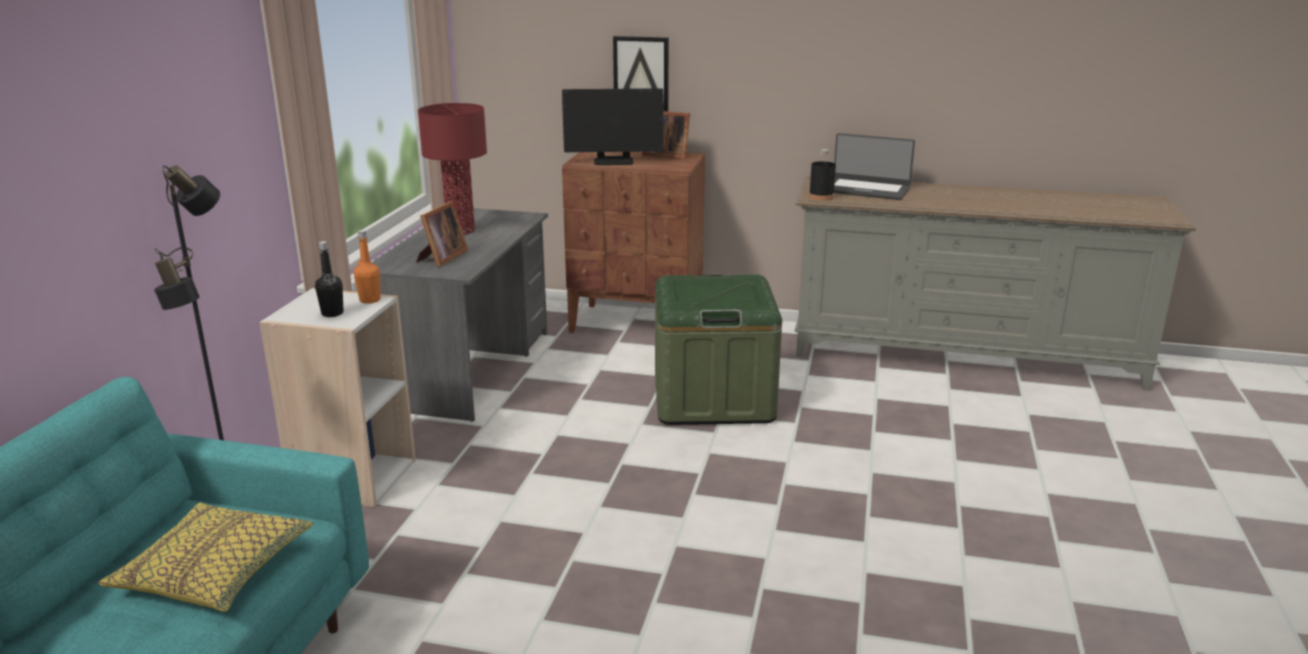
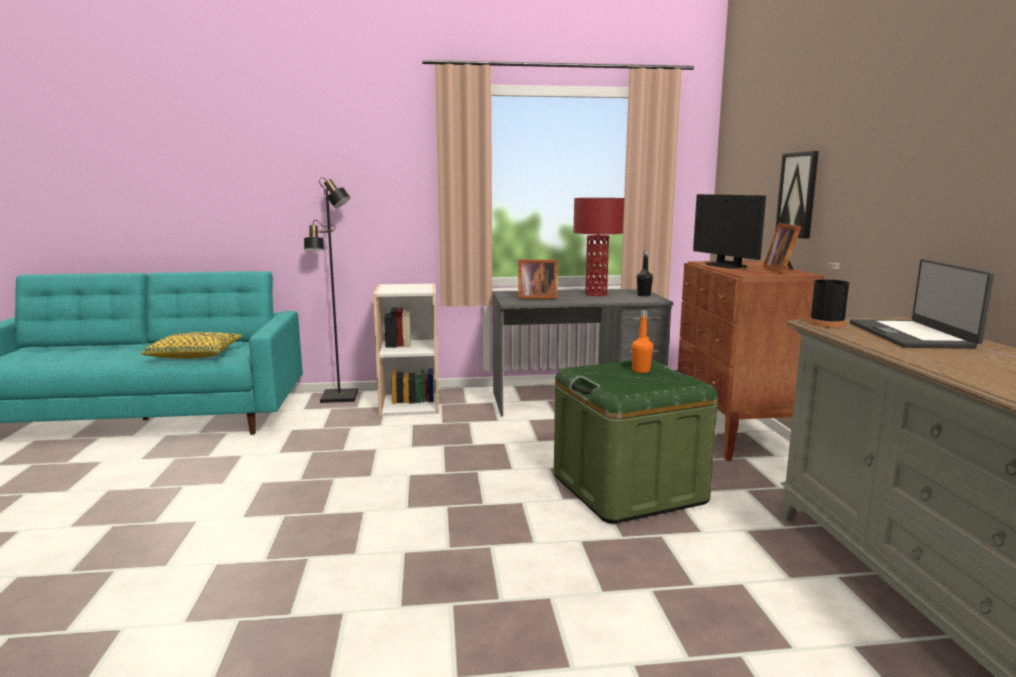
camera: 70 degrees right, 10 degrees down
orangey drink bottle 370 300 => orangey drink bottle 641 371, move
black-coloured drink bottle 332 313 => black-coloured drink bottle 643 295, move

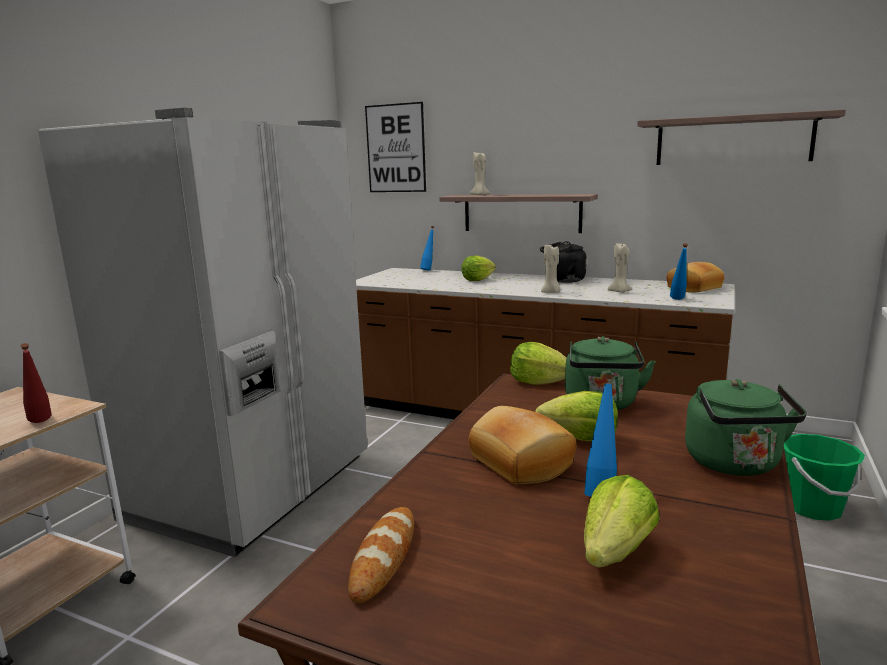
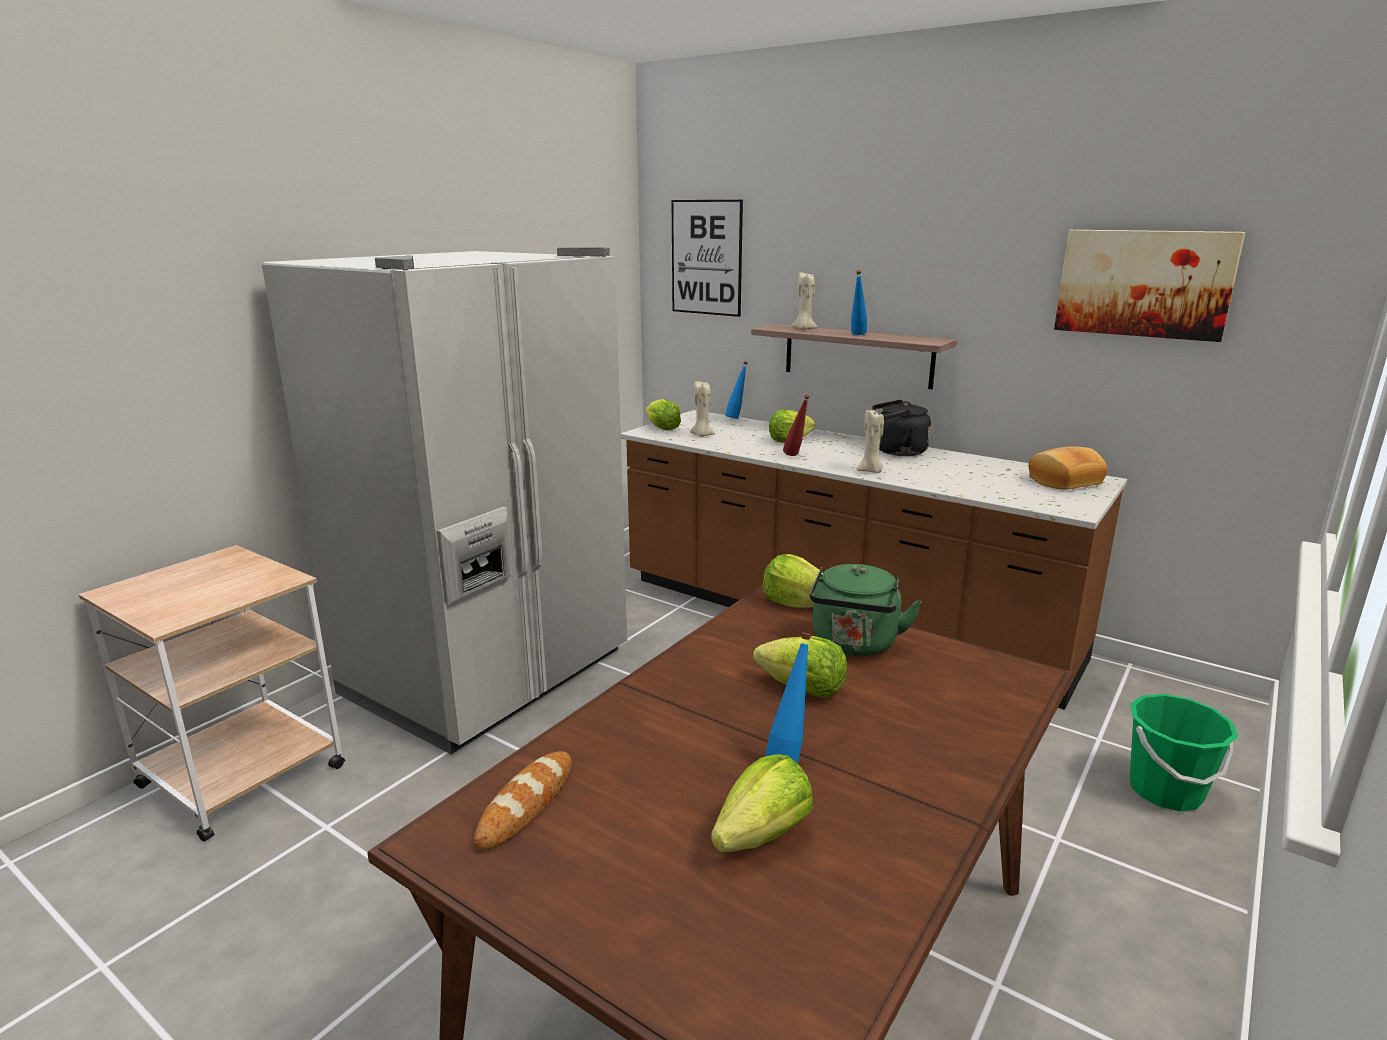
camera: 10 degrees right, 5 degrees up
nothing => head of lettuce 661 428
sand-coloured wax candle 619 292 => sand-coloured wax candle 702 435, move
reddish drink bottle 41 423 => reddish drink bottle 795 456, move
blue drink bottle 678 300 => blue drink bottle 857 335, move
wall shelf 733 140 => wall picture 1144 283
baked bread 519 463 => nothing
green-coloured kettle 735 464 => nothing

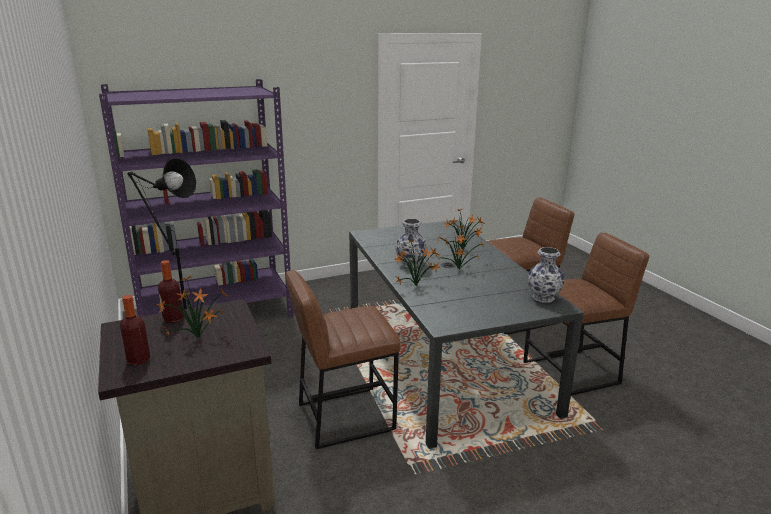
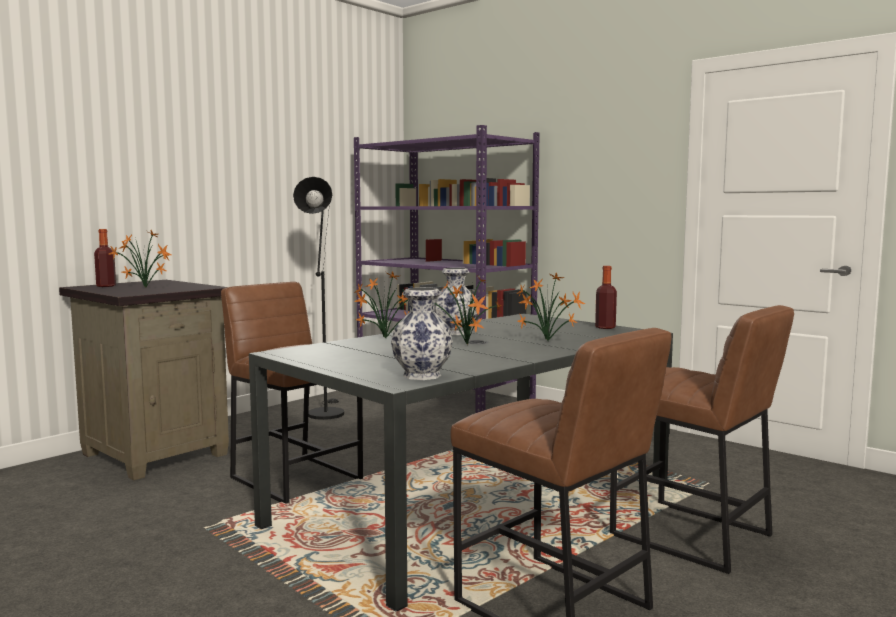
camera: 65 degrees right, 15 degrees down
drink bottle 173 318 => drink bottle 605 327, move

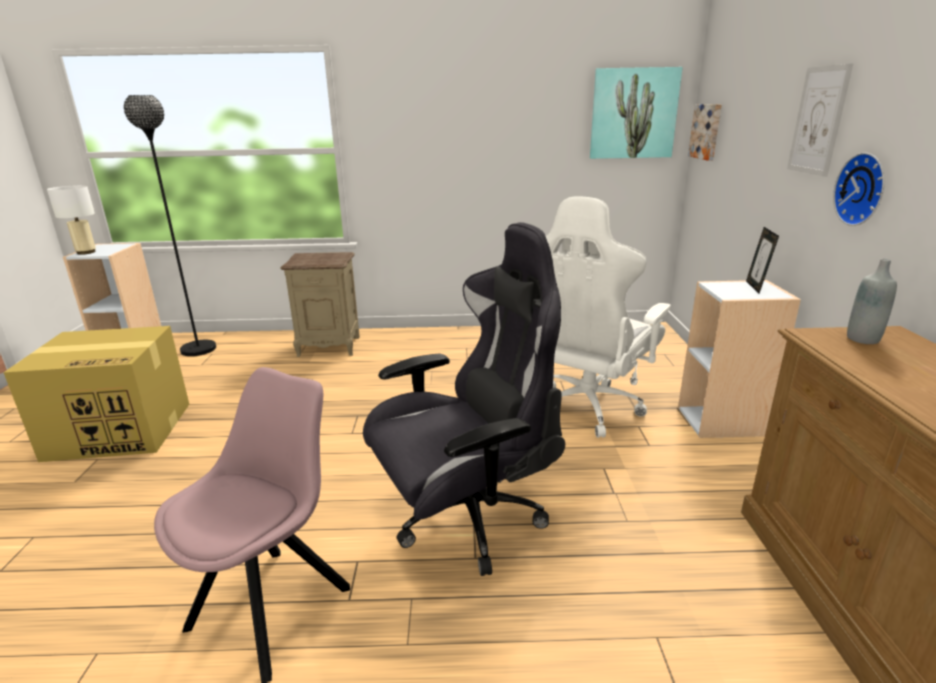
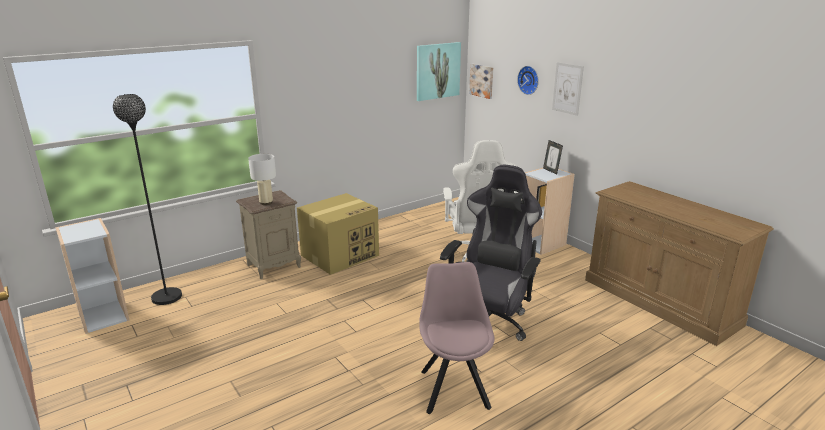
camera: 35 degrees left, 0 degrees up
whitish table lamp 86 252 => whitish table lamp 266 203, move
carton 122 430 => carton 340 255, move
hanging clock 863 189 => hanging clock 529 80, move
gray drink bottle 862 339 => nothing

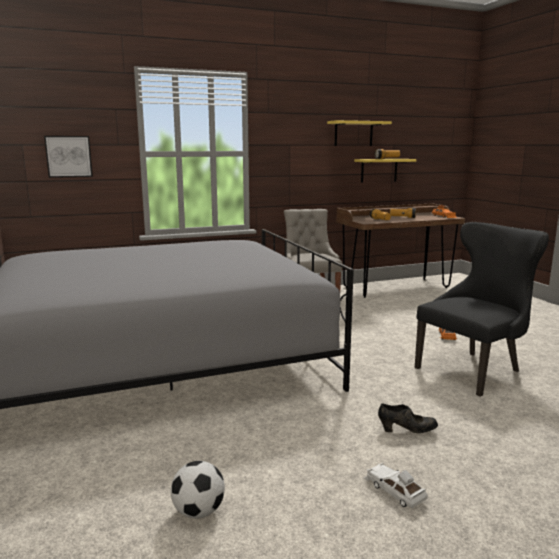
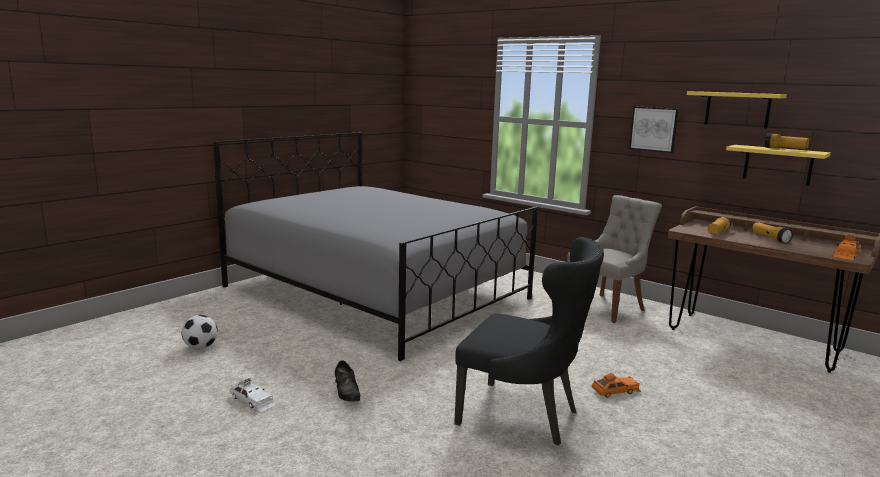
camera: 60 degrees right, 0 degrees up
whitish toy car 394 490 => whitish toy car 252 400, 105 degrees clockwise
wall picture 69 156 => wall picture 654 129, move

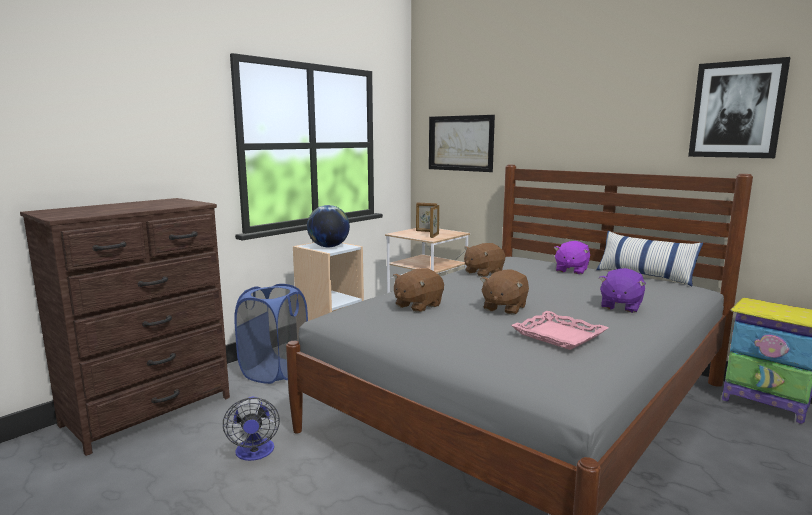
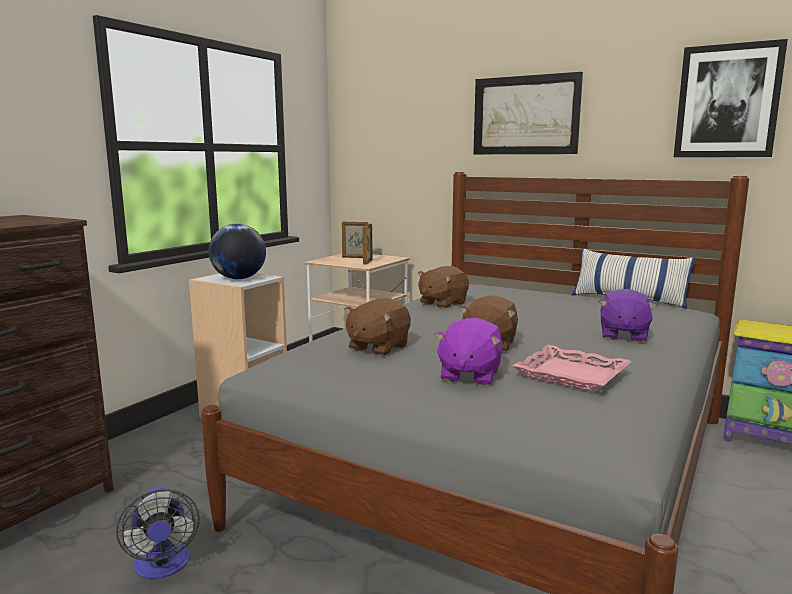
camera: 10 degrees left, 0 degrees up
purple-coloured plush toy 571 270 => purple-coloured plush toy 469 375, move
wall picture 460 143 => wall picture 525 115, move
blue hamper 275 371 => nothing

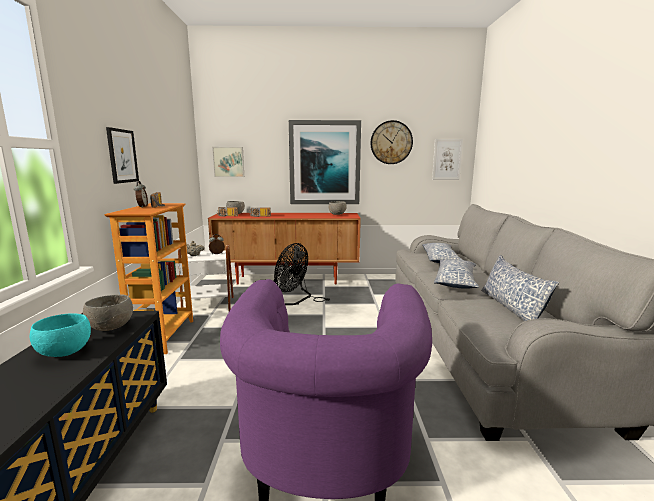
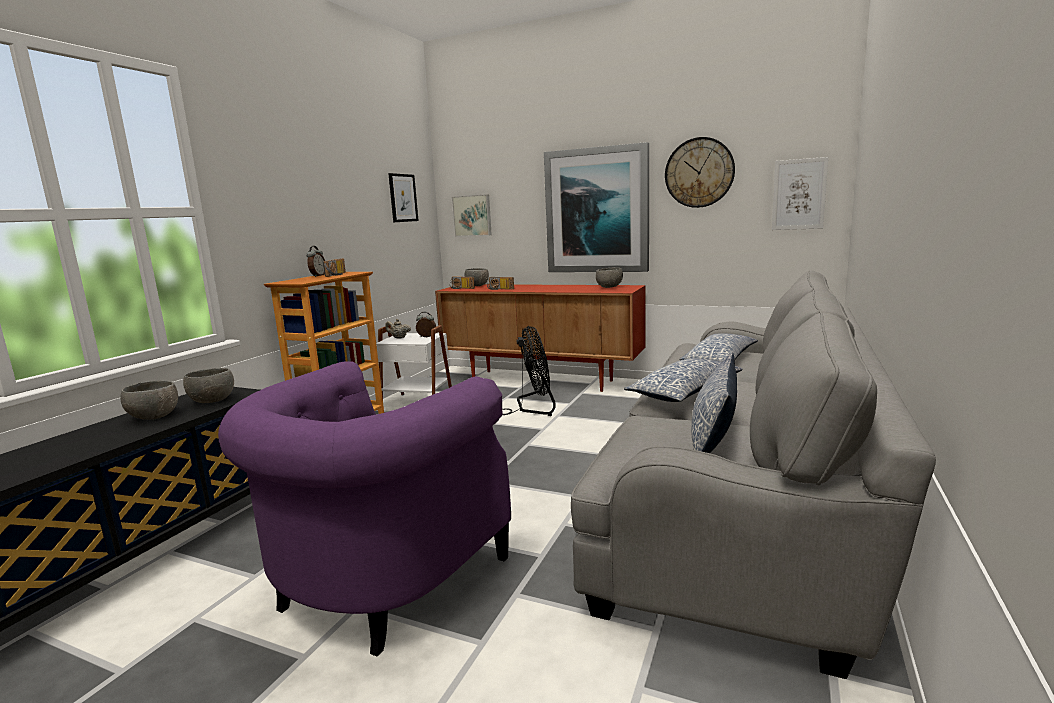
camera: 25 degrees right, 0 degrees up
turquoise serving bowl 65 353 => gray serving bowl 154 417
wall picture 122 156 => wall picture 403 198, move
black-coloured cooling fan 298 298 => black-coloured cooling fan 530 405, 120 degrees clockwise

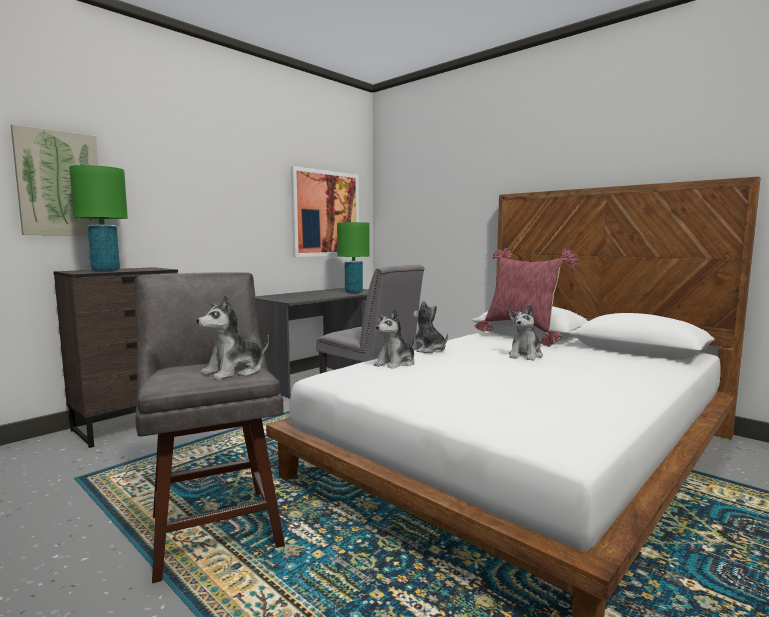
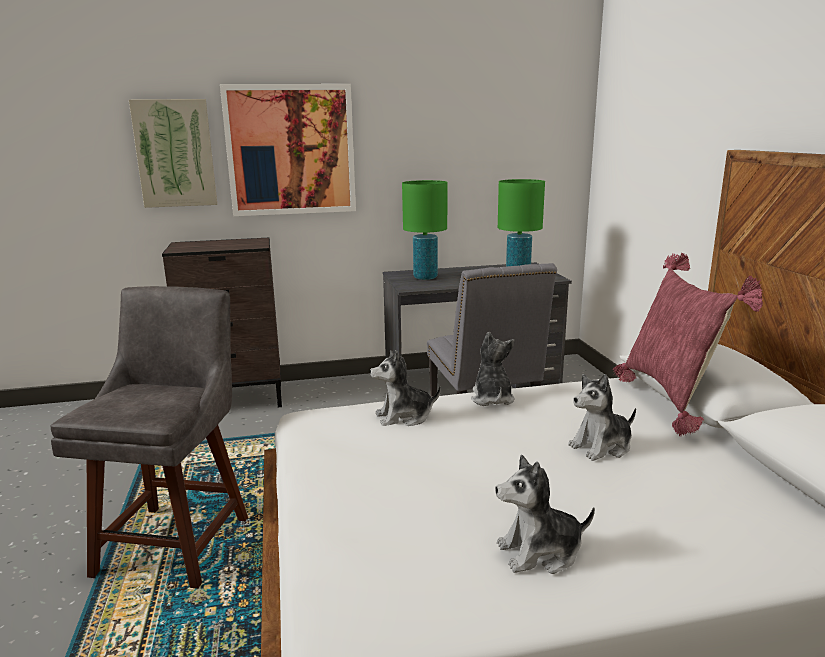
camera: 35 degrees right, 10 degrees up
wall picture 325 214 => wall picture 291 150, move
green-coloured table lamp 106 270 => green-coloured table lamp 425 277, move
plush toy 235 372 => plush toy 540 552, move

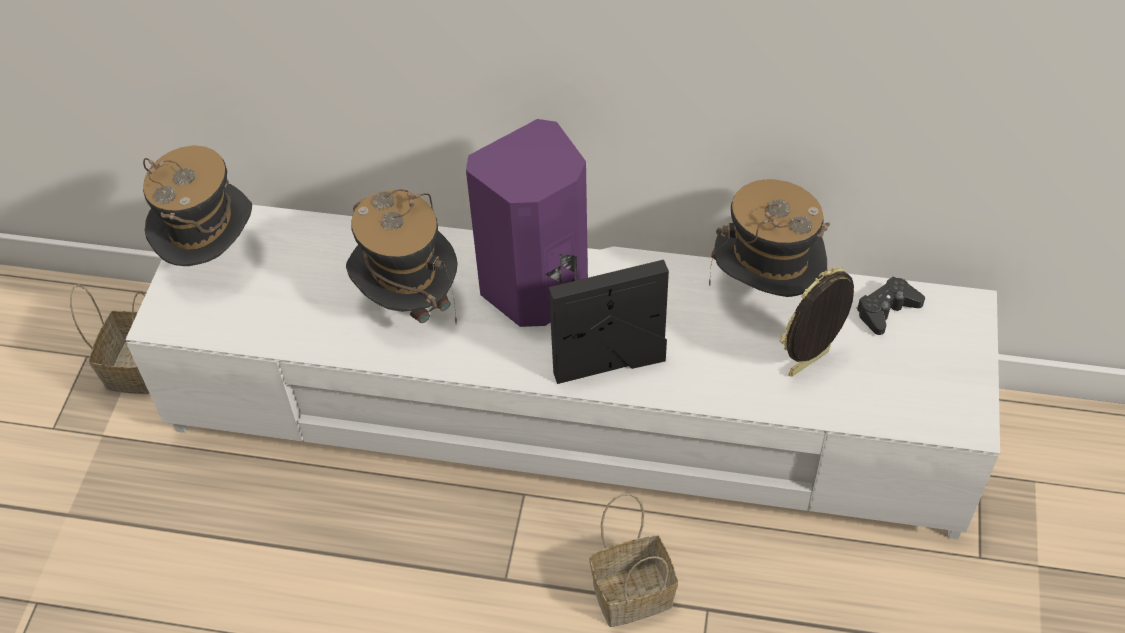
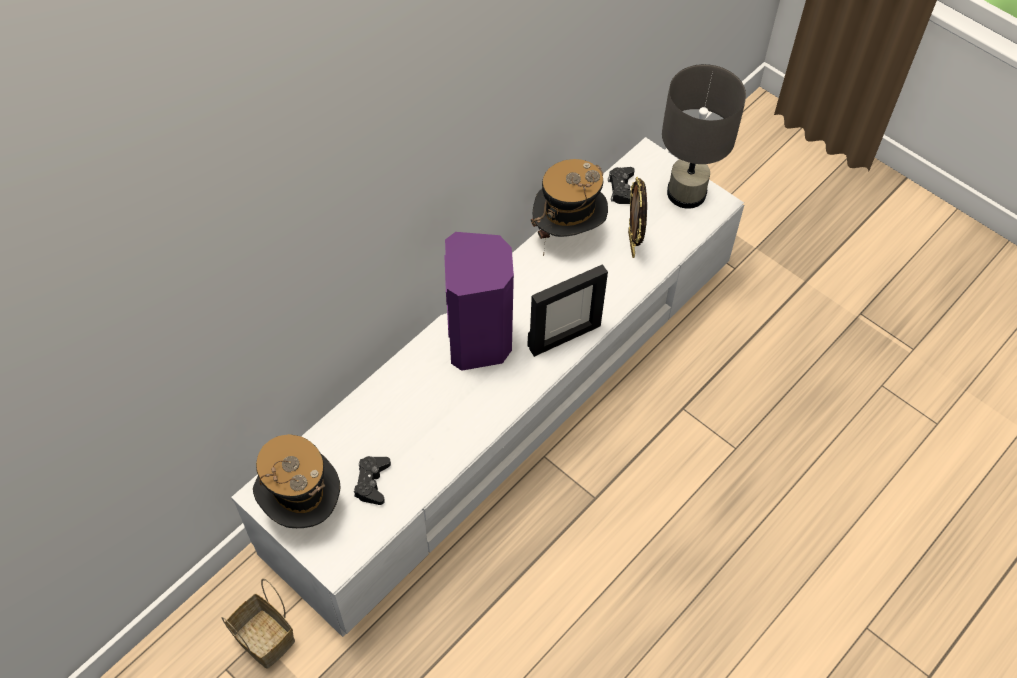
camera: 60 degrees left, 5 degrees up
nothing => black-coloured joypad 372 482
standing frame 609 367 => standing frame 564 336, 135 degrees counterclockwise
nothing => gray table lamp 686 192
clothing hat 409 303 => nothing
household basket 634 592 => nothing

